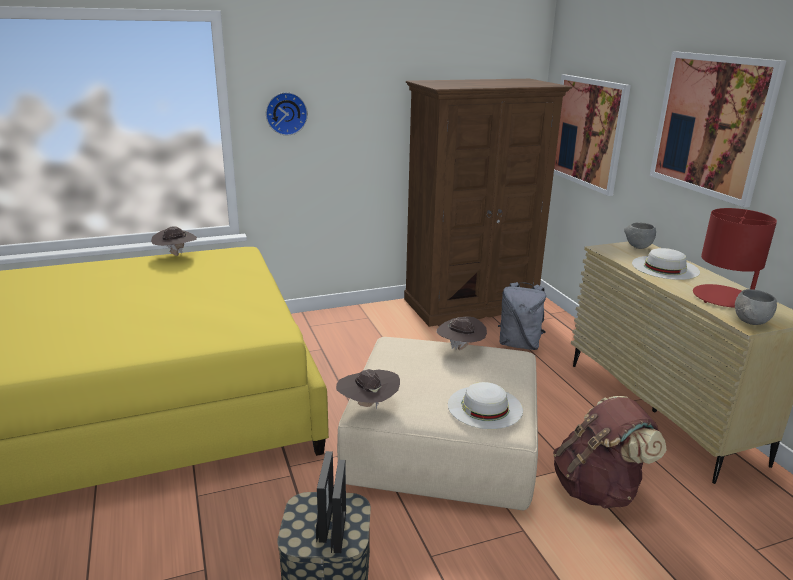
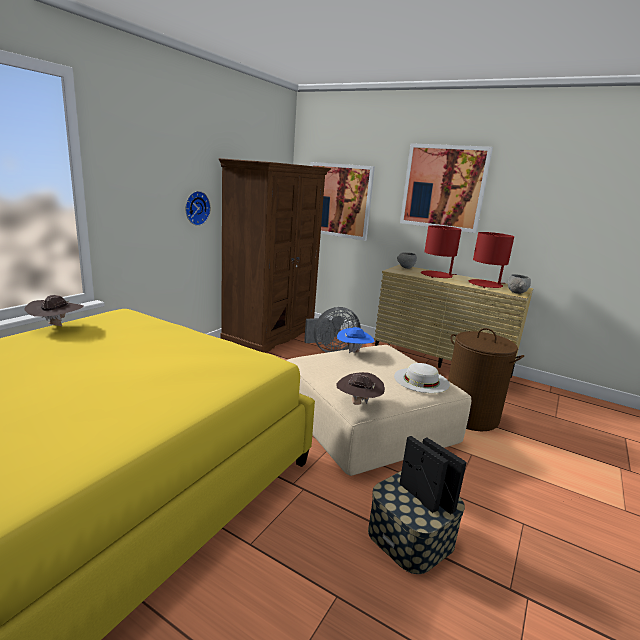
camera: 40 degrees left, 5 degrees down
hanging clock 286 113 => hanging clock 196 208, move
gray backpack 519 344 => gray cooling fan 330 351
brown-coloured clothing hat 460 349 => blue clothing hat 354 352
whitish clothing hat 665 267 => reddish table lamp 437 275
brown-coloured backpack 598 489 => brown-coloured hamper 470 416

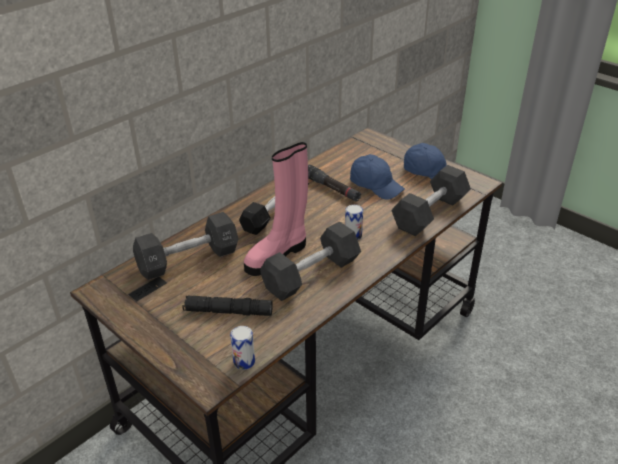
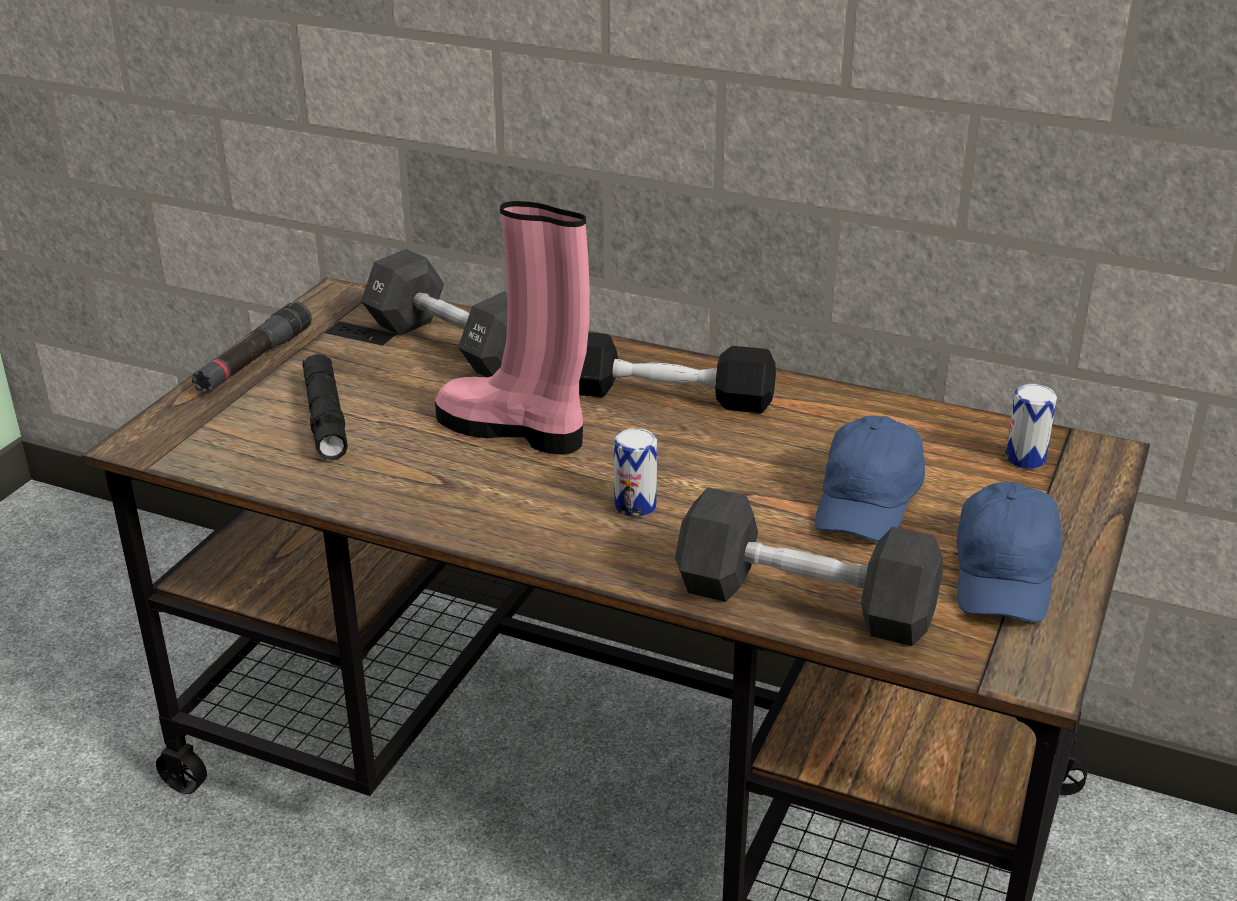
camera: 70 degrees right, 5 degrees down
black-coloured torch 331 189 => black-coloured torch 254 361, move
metal can 244 361 => metal can 1025 458, move
black-coloured dumbbell 311 274 => nothing

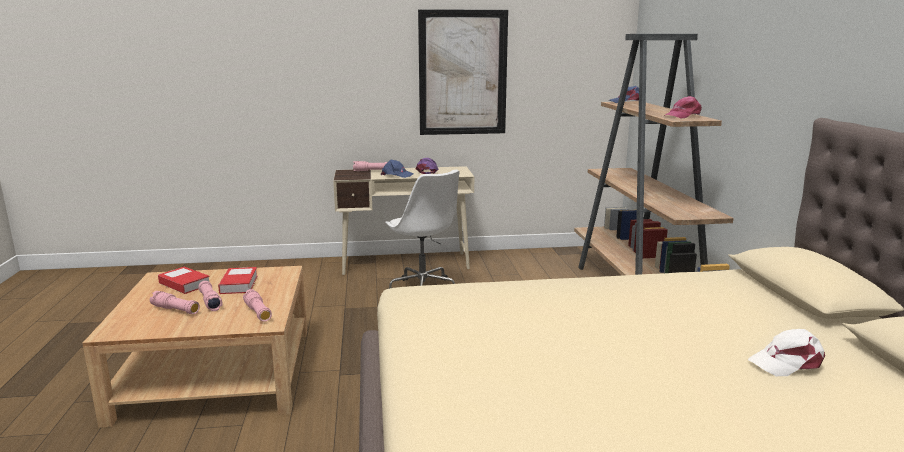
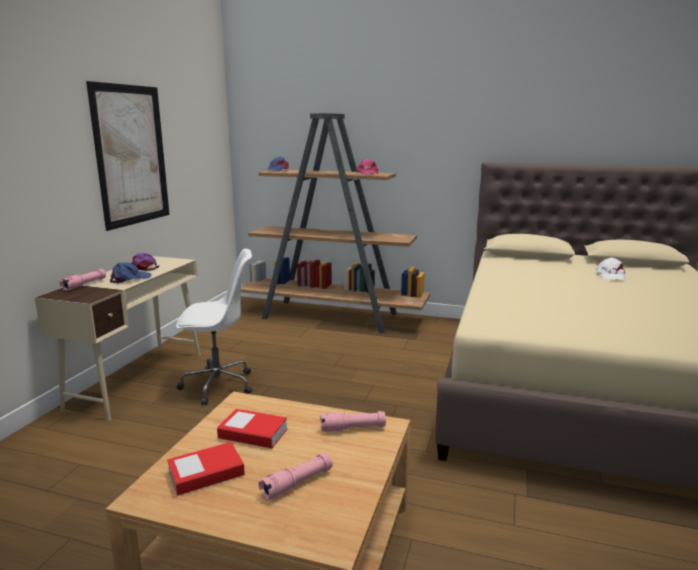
camera: 65 degrees left, 0 degrees up
pink-coloured torch 210 302 => nothing

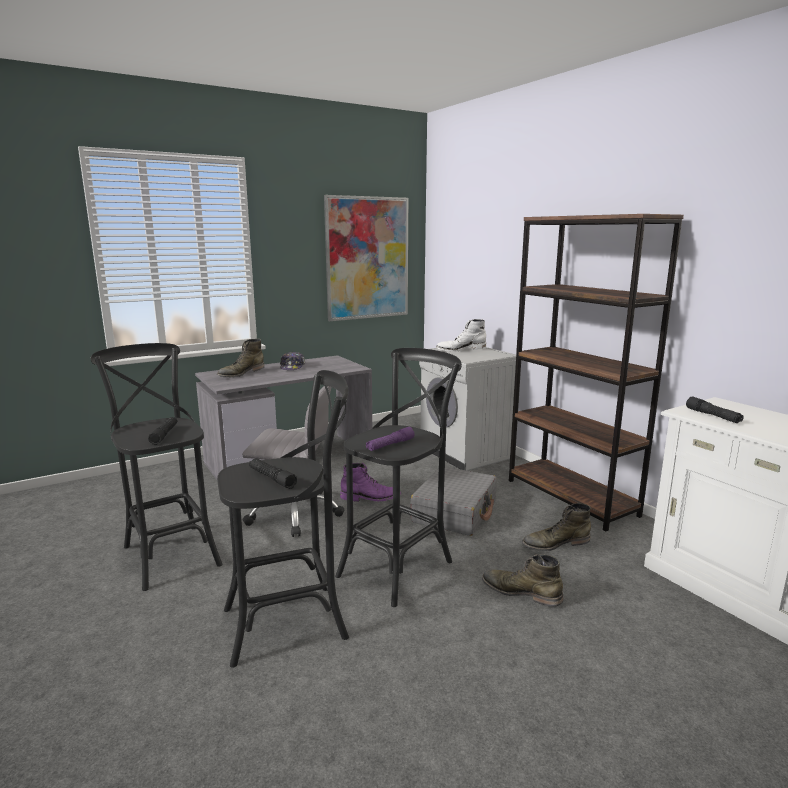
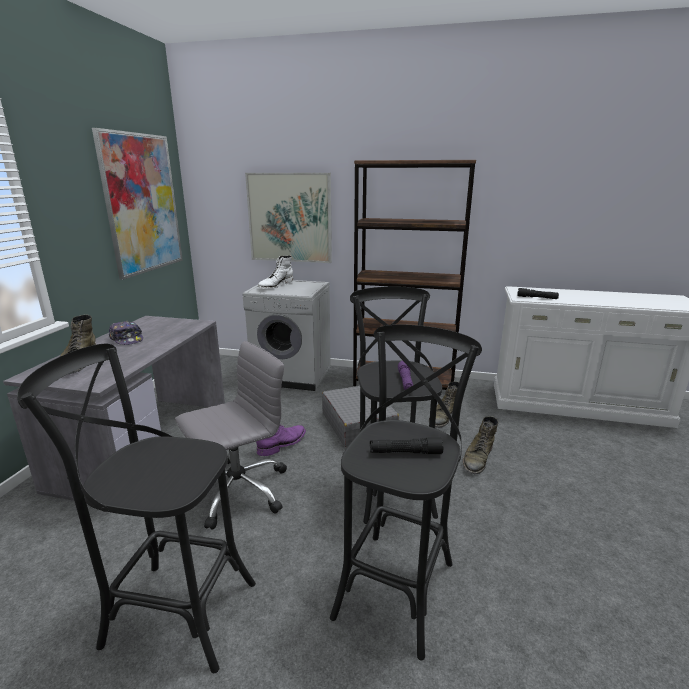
camera: 45 degrees left, 5 degrees up
nothing => wall picture 290 218
green-coloured boot 521 592 => green-coloured boot 477 458, 45 degrees counterclockwise
black-coloured torch 164 435 => nothing

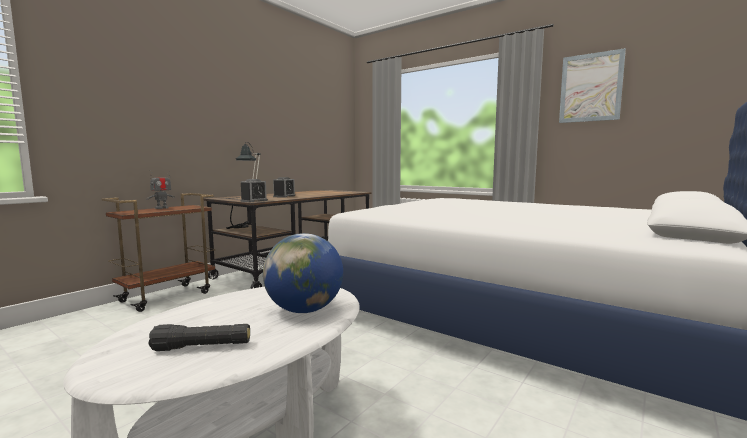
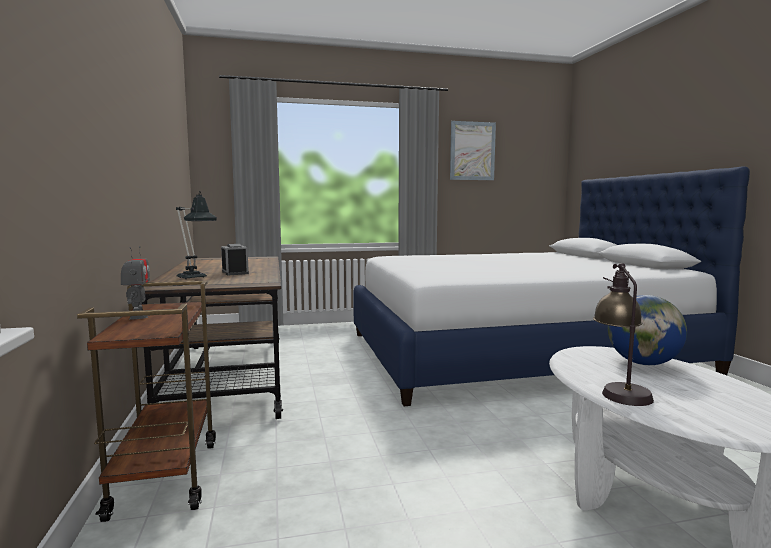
camera: 50 degrees left, 0 degrees up
nothing => table lamp 619 389
black-coloured torch 202 347 => nothing
table clock 254 201 => nothing

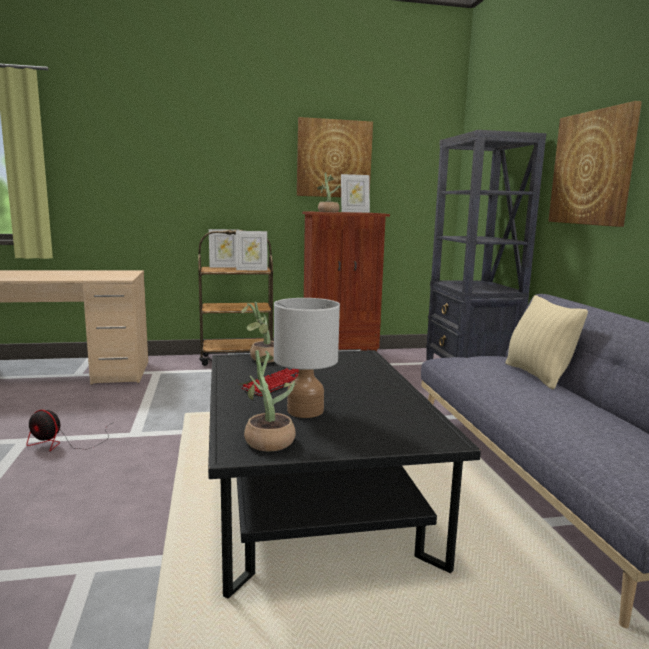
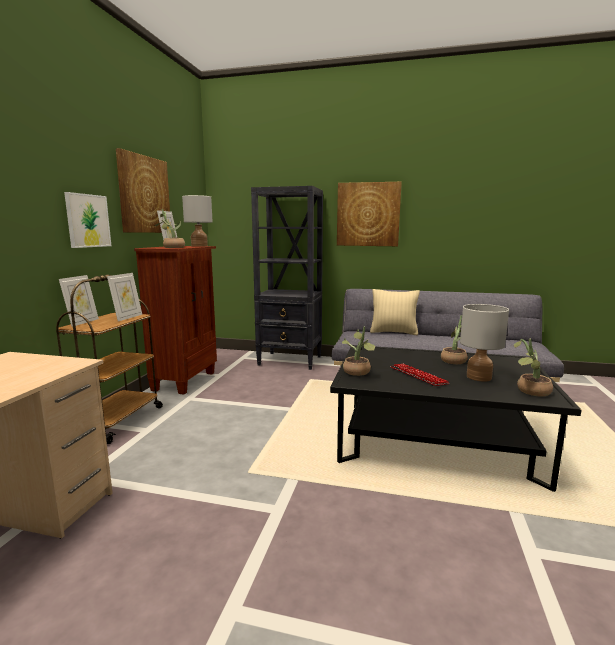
camera: 65 degrees left, 0 degrees up
nothing => wall picture 88 221
nothing => gray table lamp 199 246
nothing => houseplant 455 360
cooling fan 65 443 => nothing

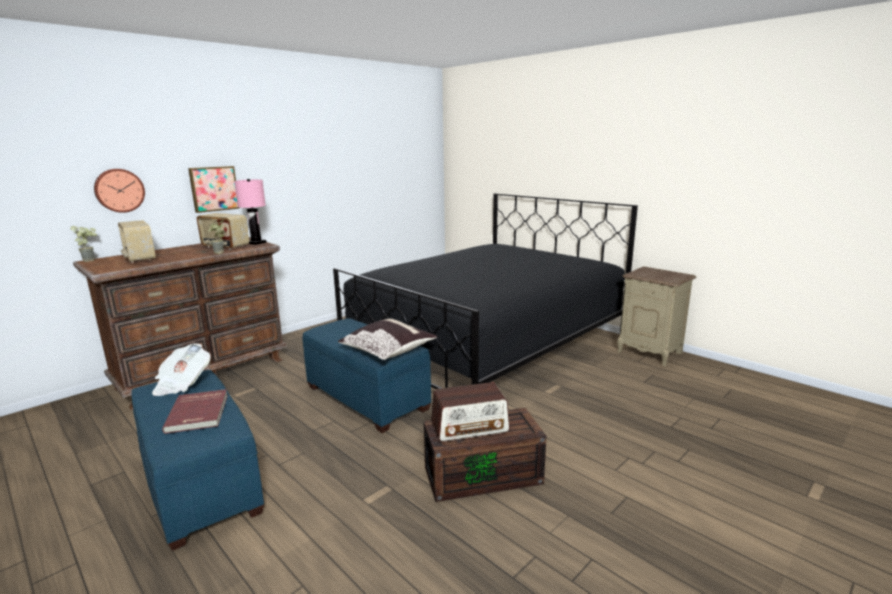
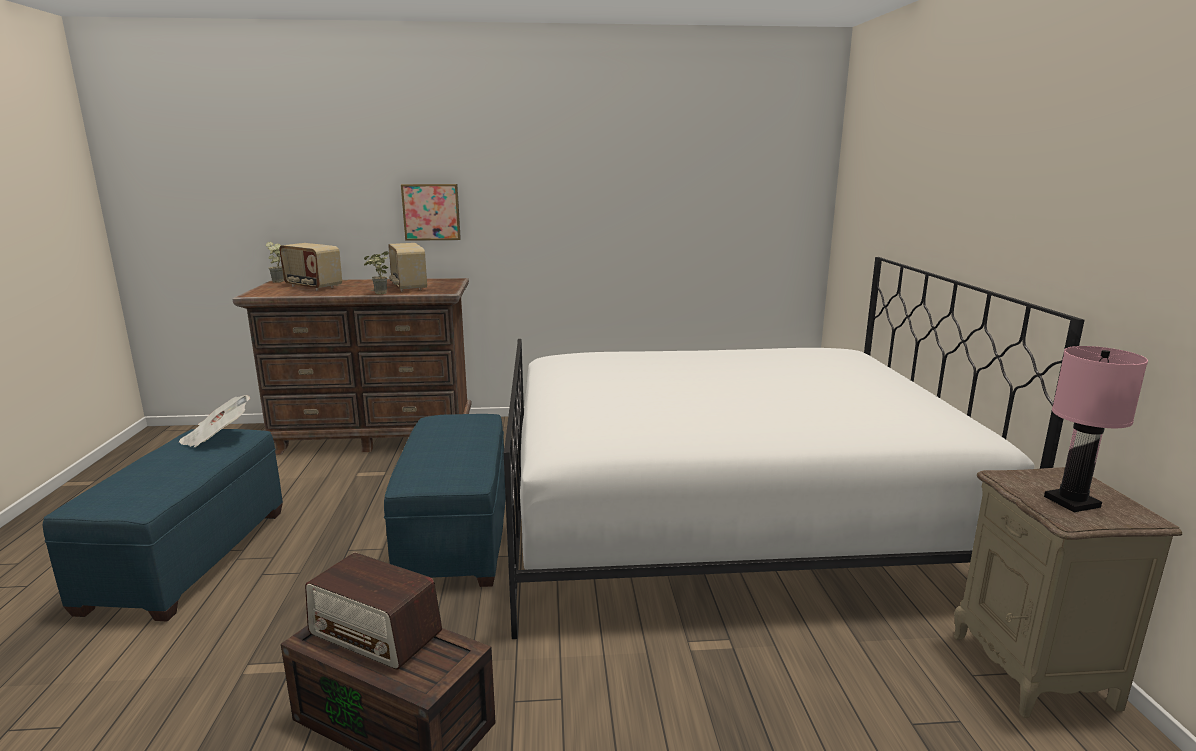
camera: 40 degrees right, 0 degrees up
radio receiver 139 258 => radio receiver 312 286, 60 degrees counterclockwise
black-coloured bedroom bed 487 345 => whitish bedroom bed 725 525
pink-coloured table lamp 256 243 => pink-coloured table lamp 1072 502, move
hanging clock 119 190 => nothing
reddish volume 199 413 => nothing
cushion 388 350 => nothing

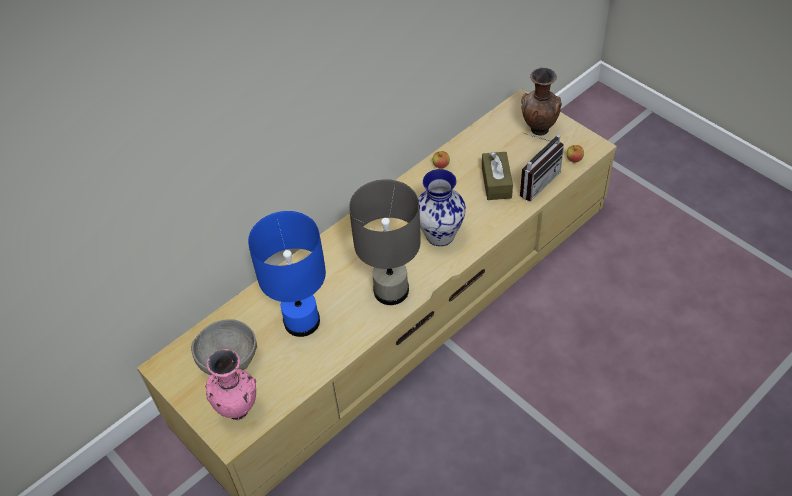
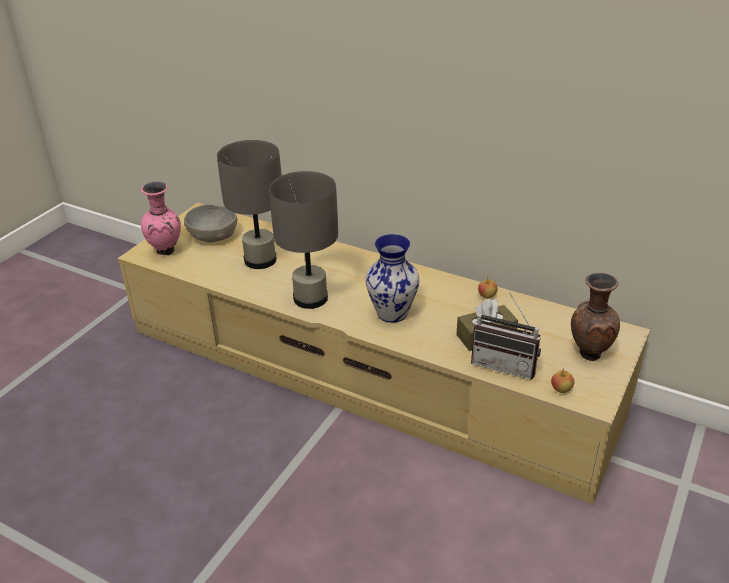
camera: 70 degrees right, 15 degrees down
blue table lamp 301 321 => gray table lamp 260 259

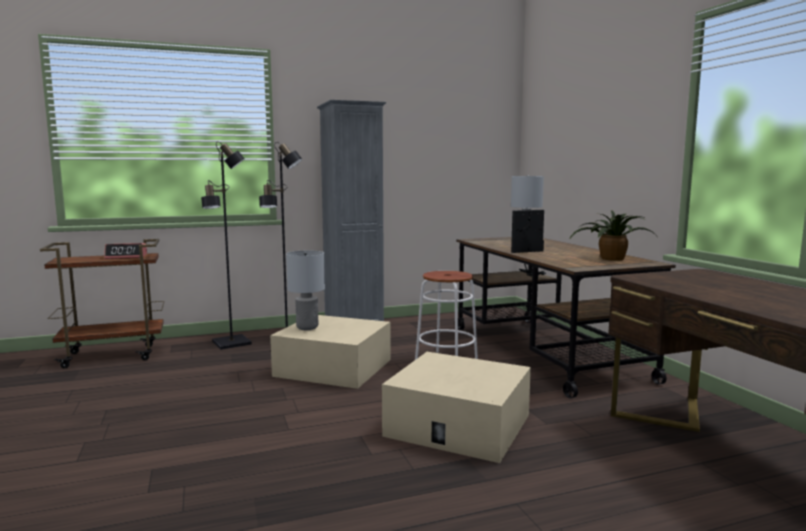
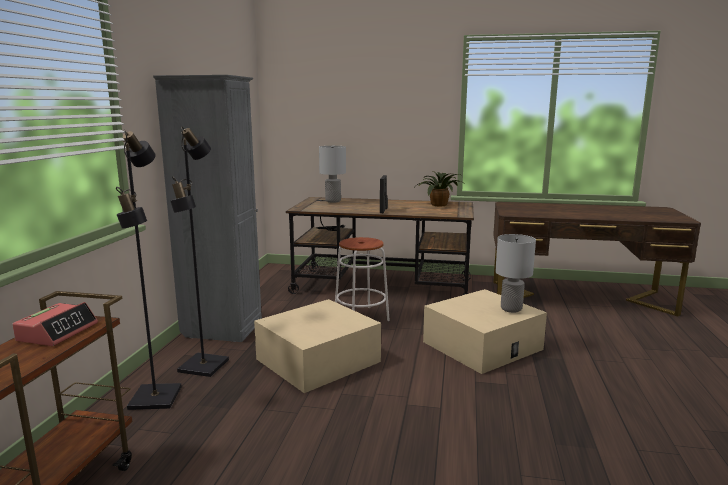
camera: 60 degrees left, 5 degrees up
gray table lamp 307 329 => gray table lamp 511 310, move

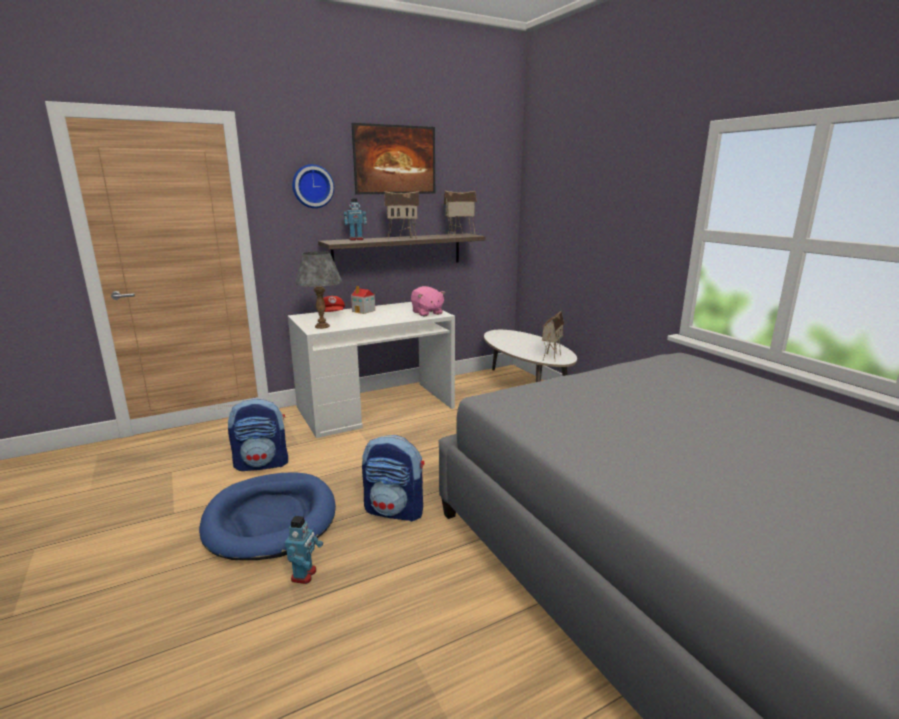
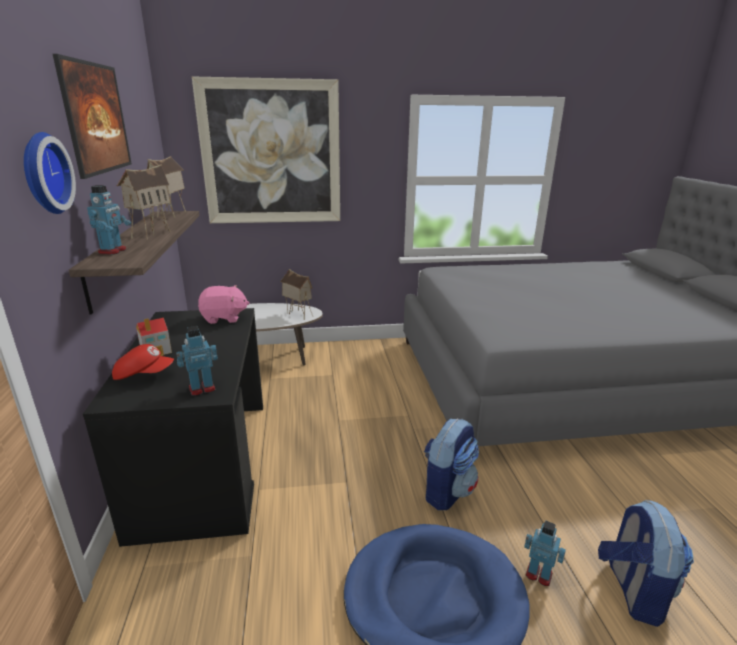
camera: 70 degrees left, 5 degrees up
whitish desk unit 375 407 => black-coloured desk unit 204 463
gray table lamp 321 326 => robot figure 202 388
nothing => wall picture 271 153
backpack 262 464 => backpack 633 590, move

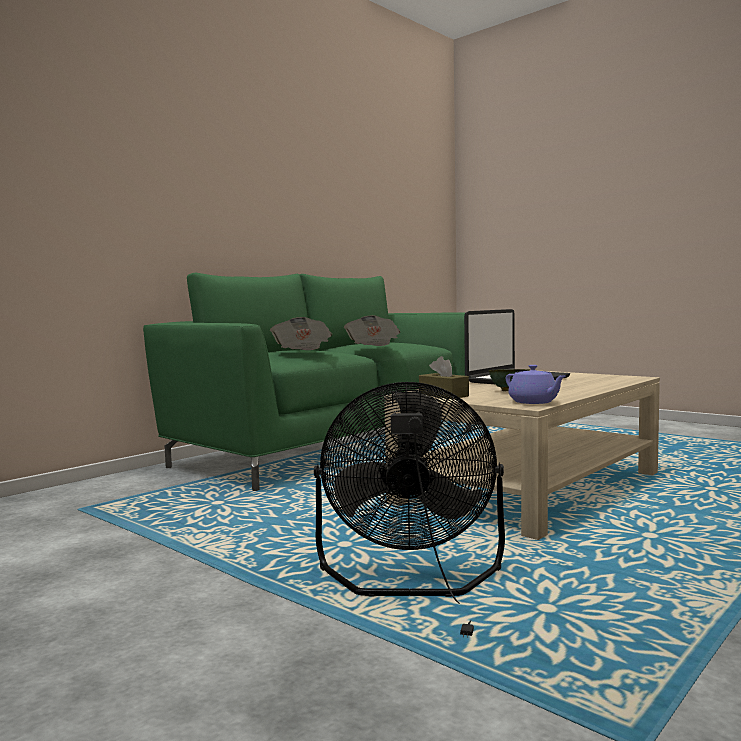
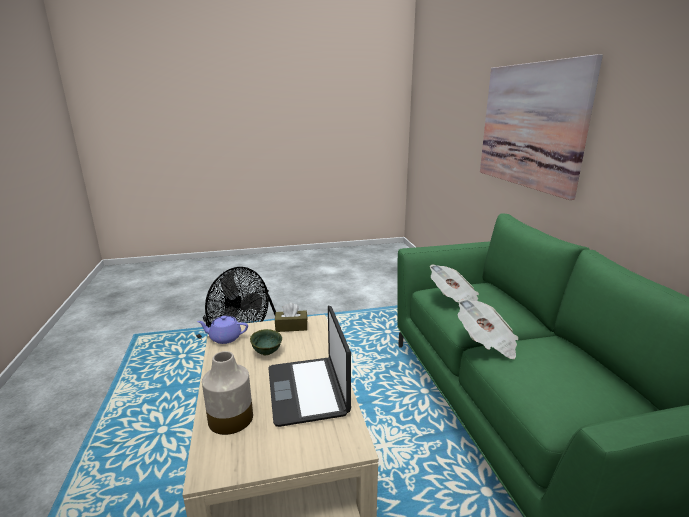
camera: 125 degrees right, 15 degrees up
nothing => sand-coloured vase 231 418
nothing => wall picture 530 126

